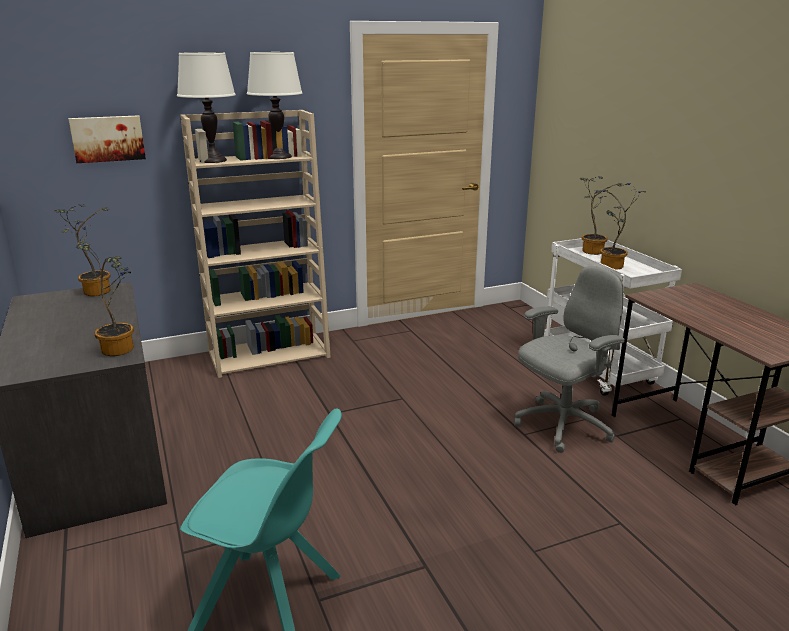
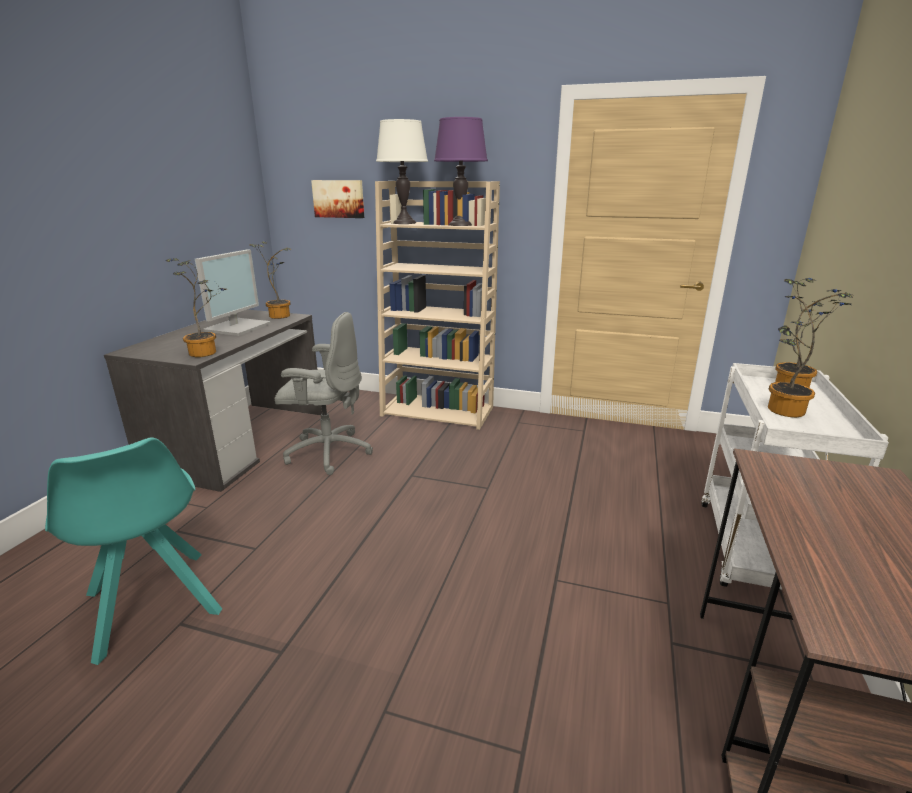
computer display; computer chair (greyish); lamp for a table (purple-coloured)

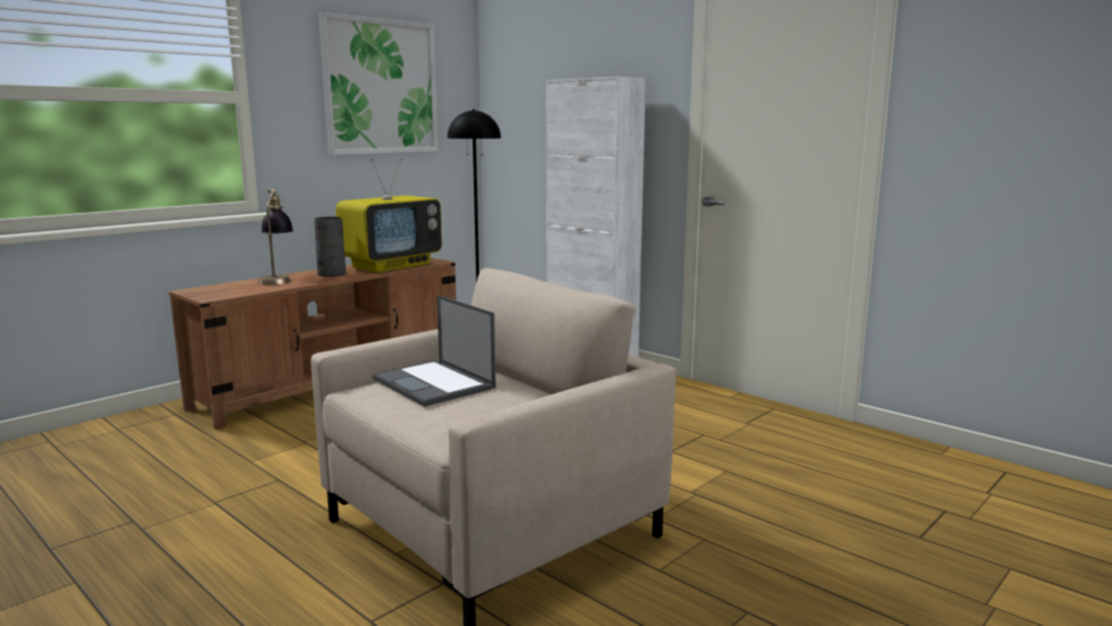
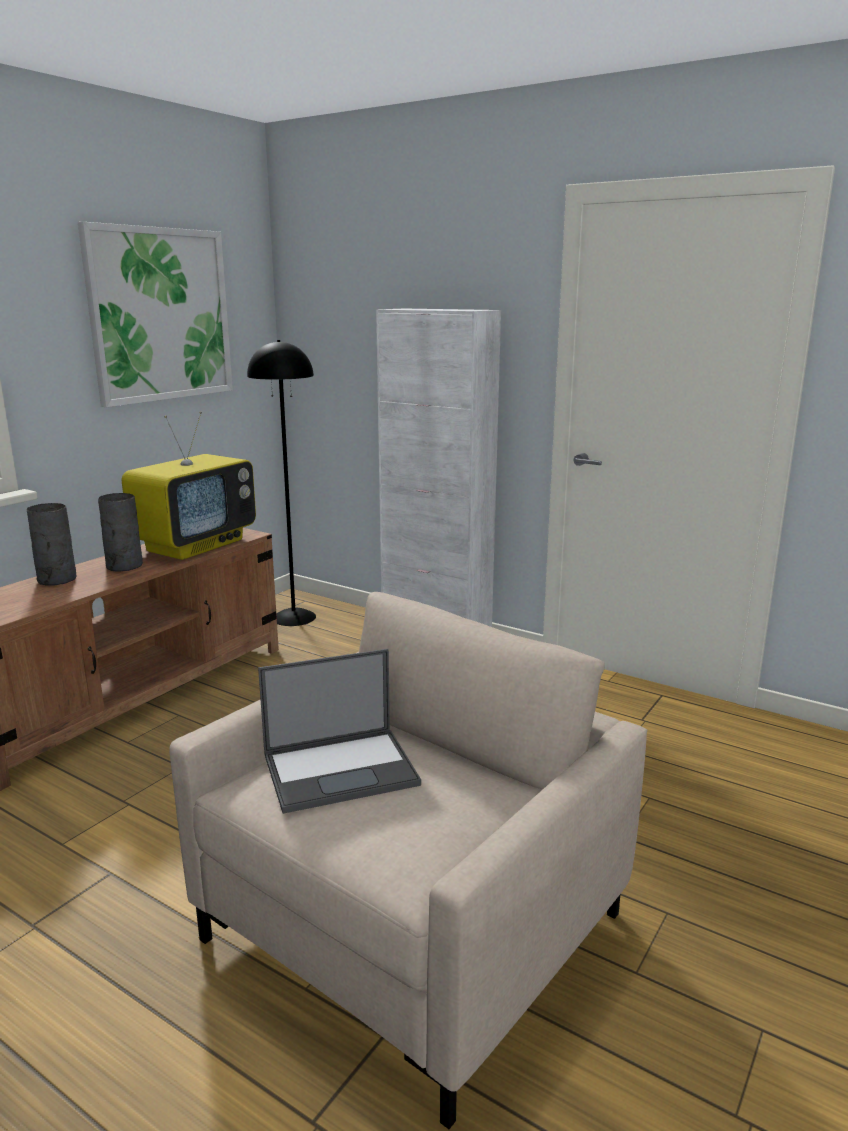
flower vase (greyish) (no. 1 from left); portable computer

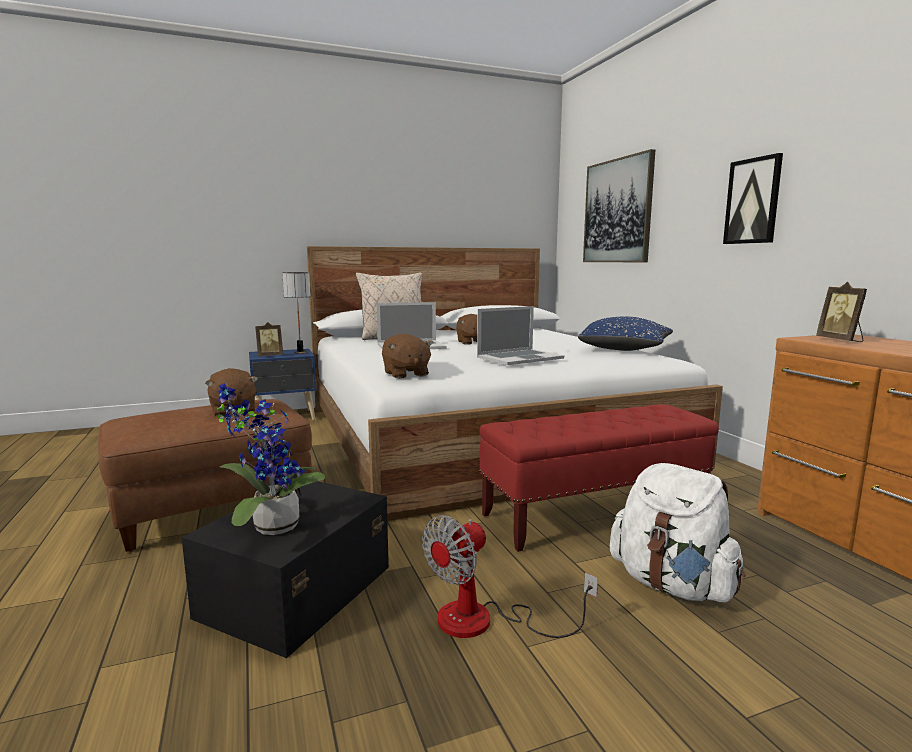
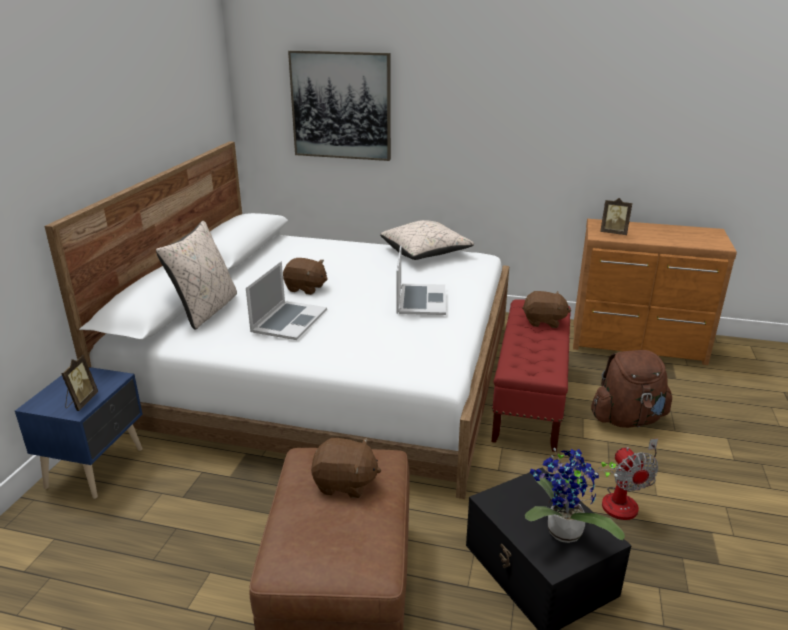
lamp for a table; picture (no. 2 from left in the first image); soft toy (brown) (no. 3 from left); throw pillow (sand-coloured) (no. 2 from left); rucksack (brown)

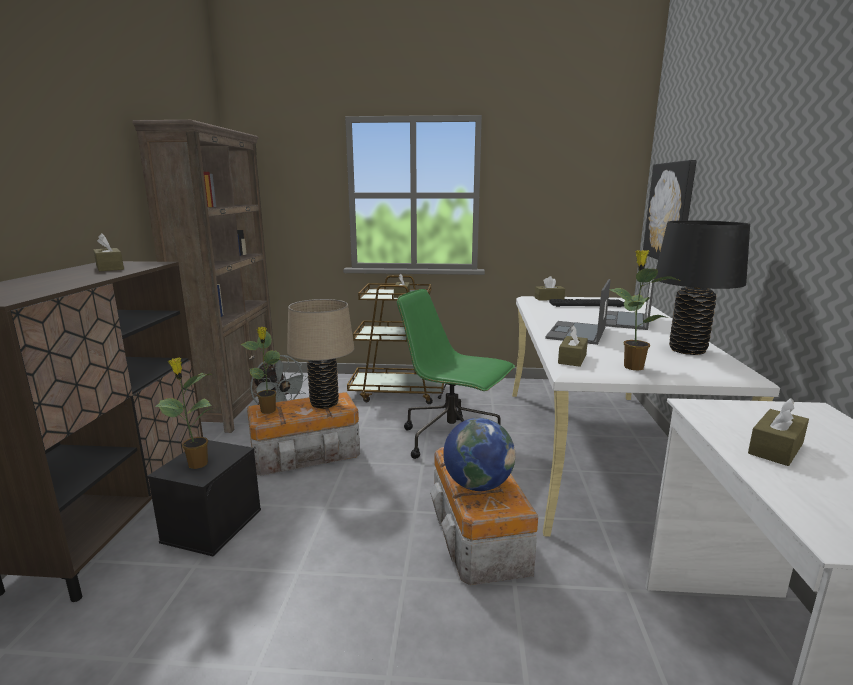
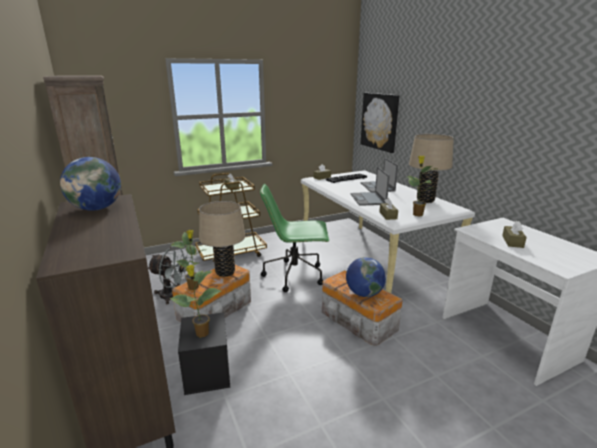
desk globe (no. 1 from left); lamp for a table (sand-coloured) (no. 2 from left)

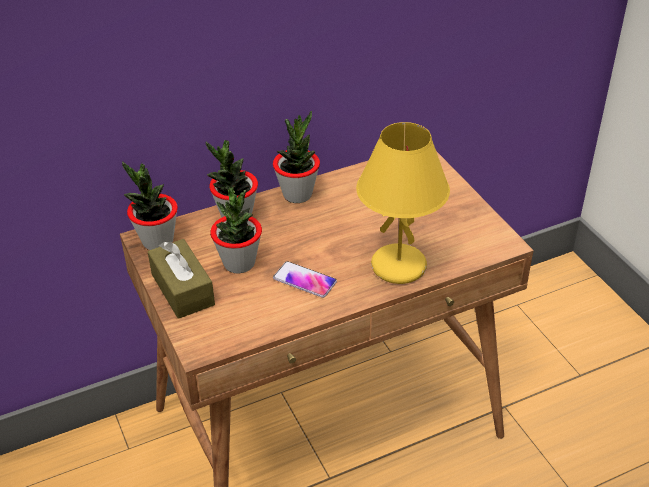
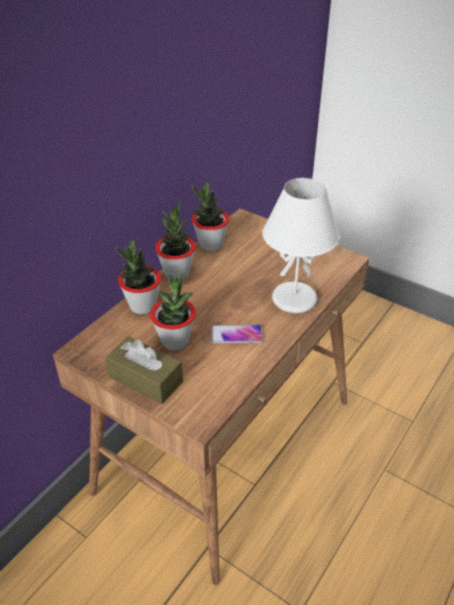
potted plant (no. 4 from left); lamp for a table (whitish)

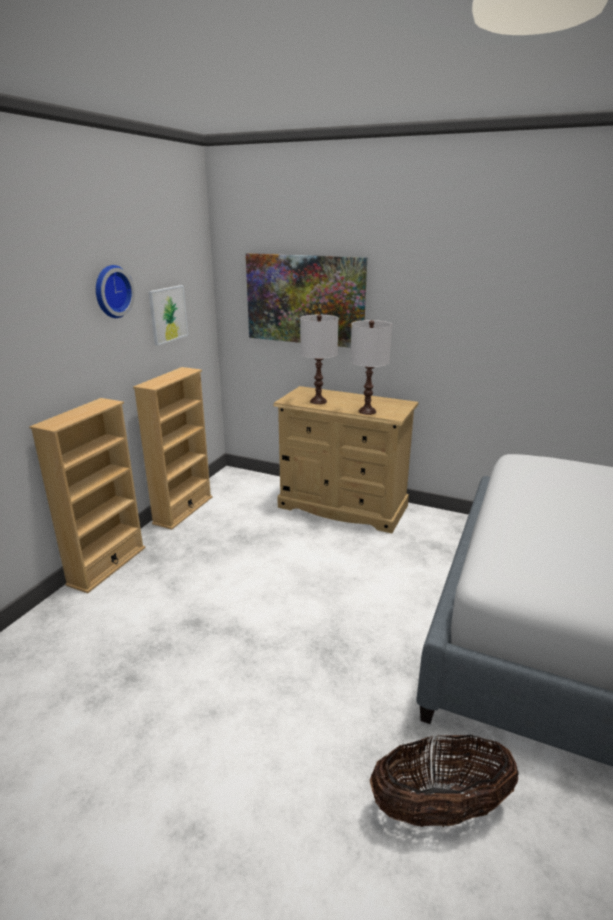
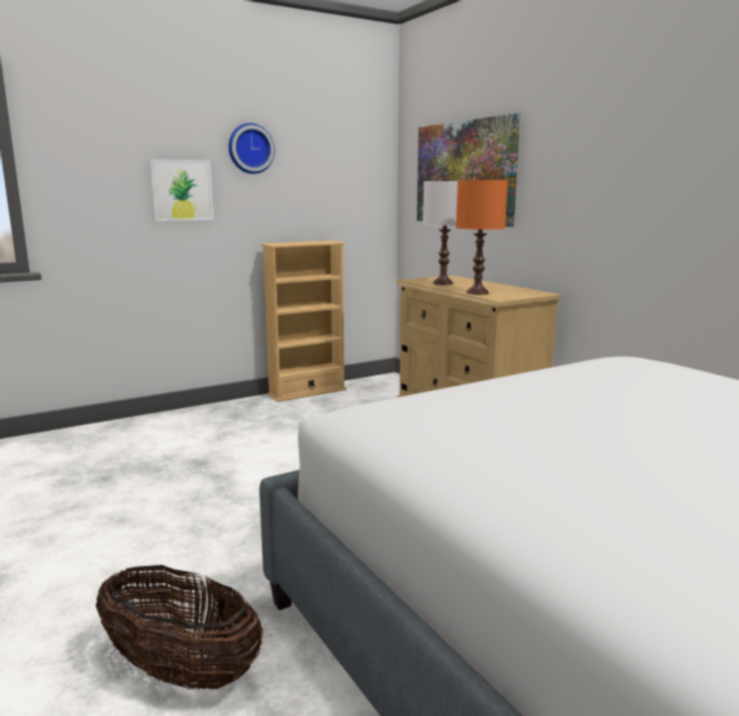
bookshelf (sand-coloured) (no. 1 from left in the first image); picture (no. 1 from left); lamp for a table (orangey)

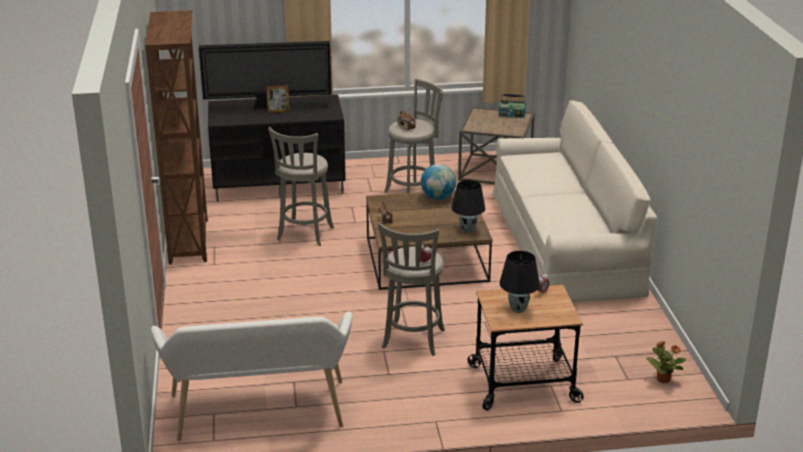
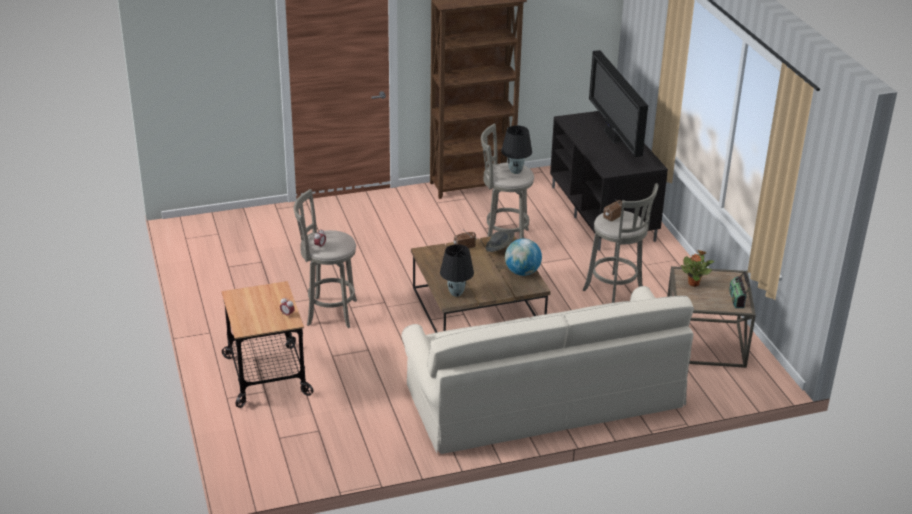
indoor bench (whitish); standing frame; clothing hat (greyish); lamp for a table (black-coloured) (no. 2 from left); potted plant

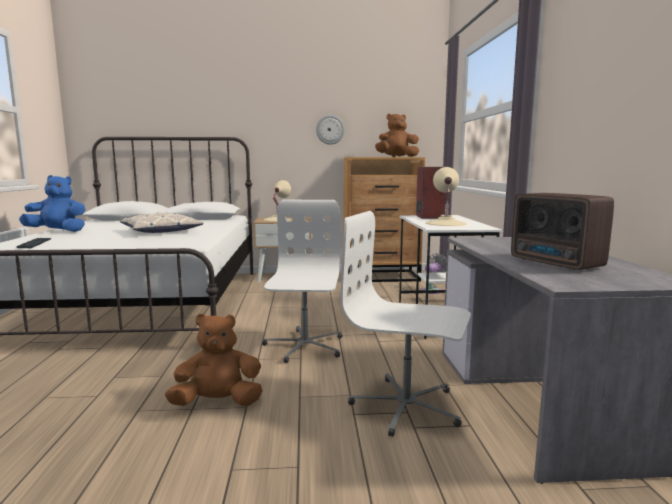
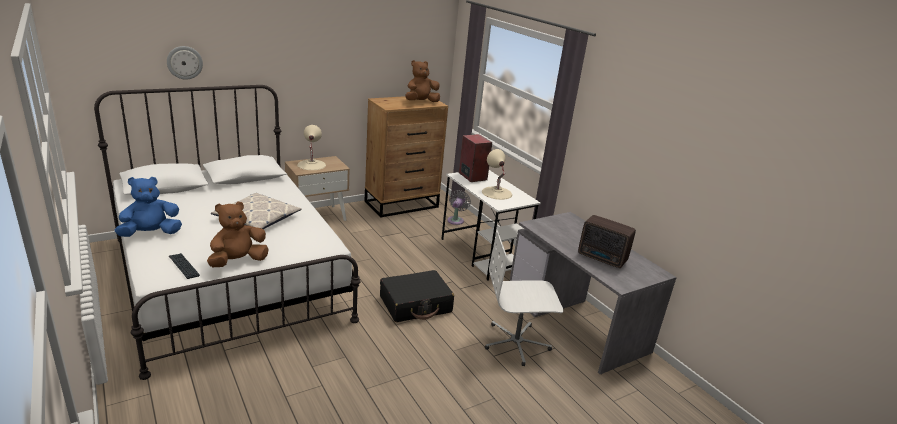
soft toy (brown) (no. 1 from left); wall clock; travel case (black-coloured)

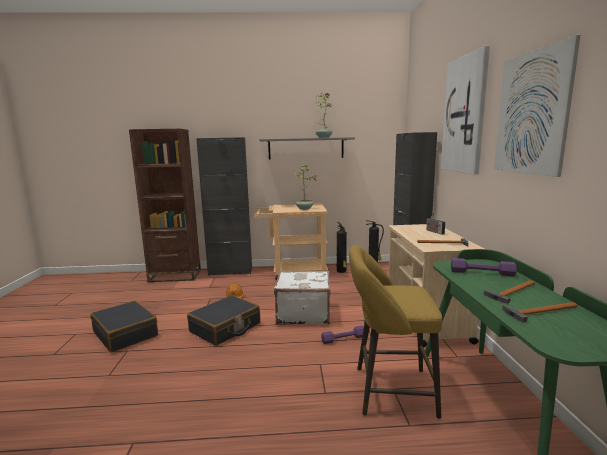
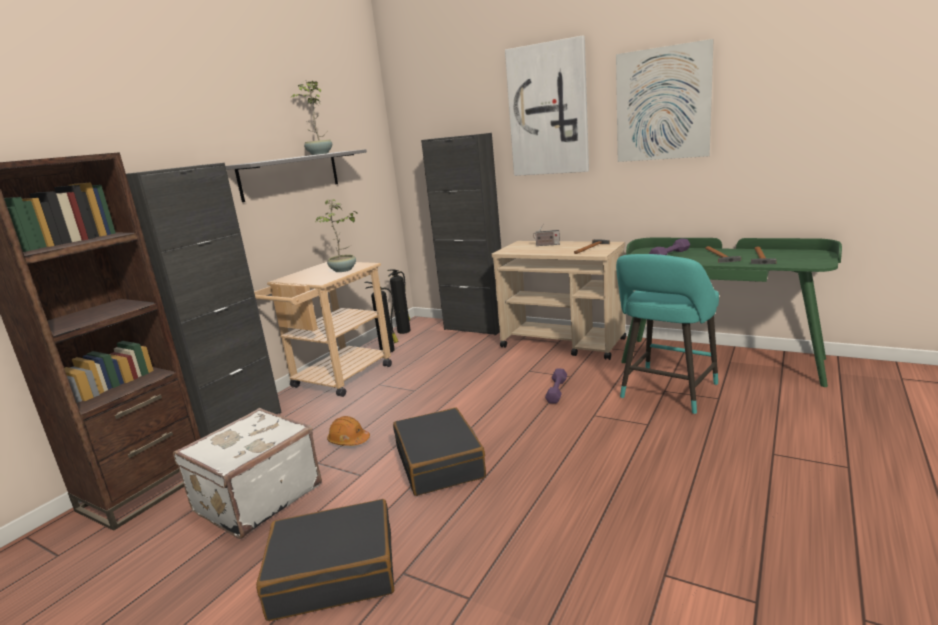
travel case (whitish); sitting stool (turquoise)

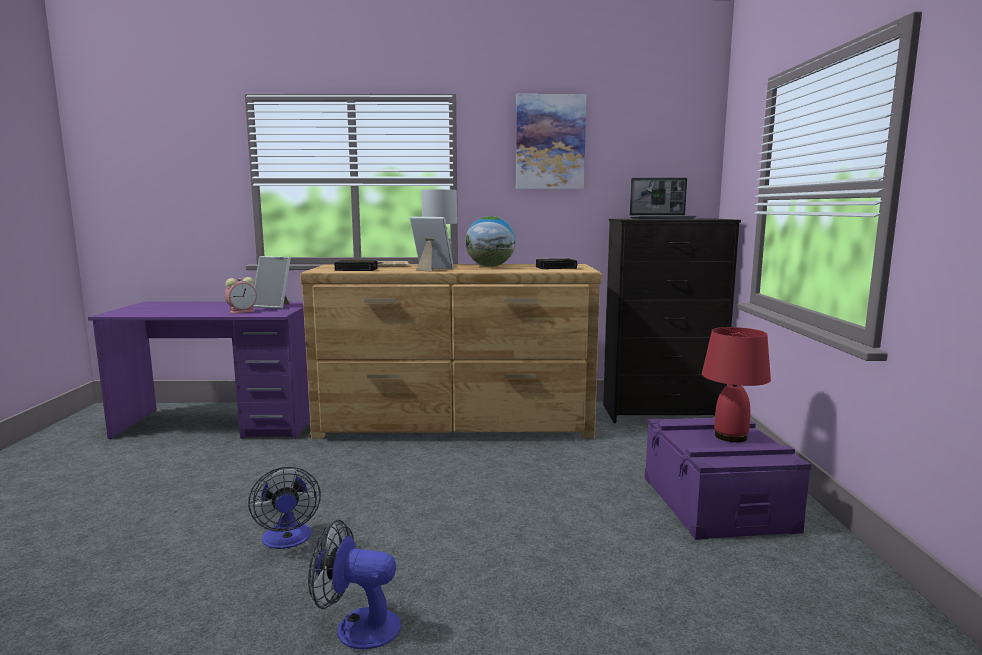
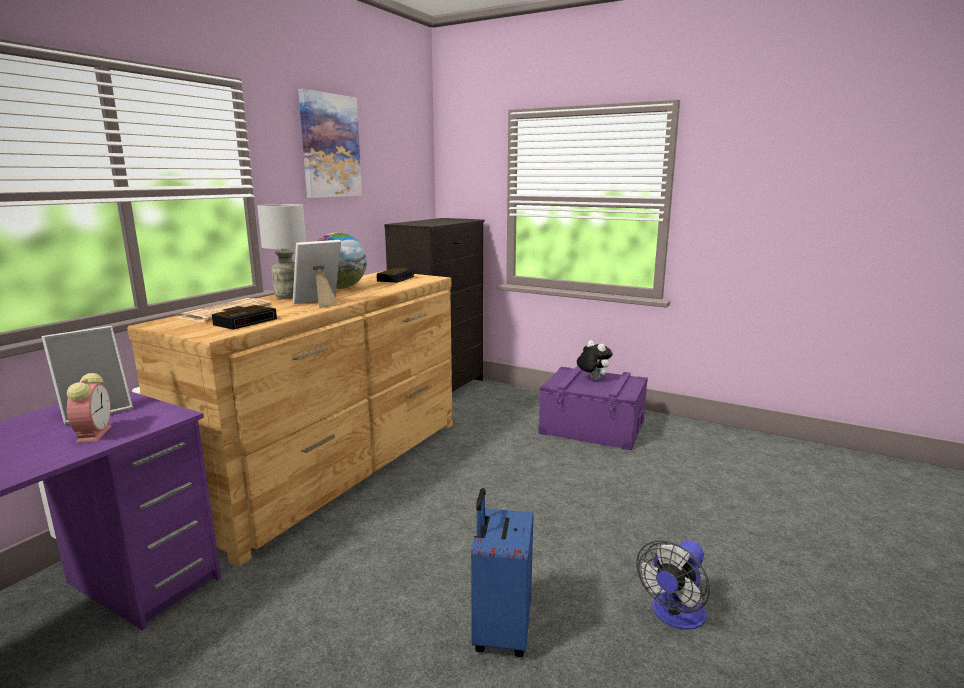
portable computer; travel case (blue-coloured); soft toy

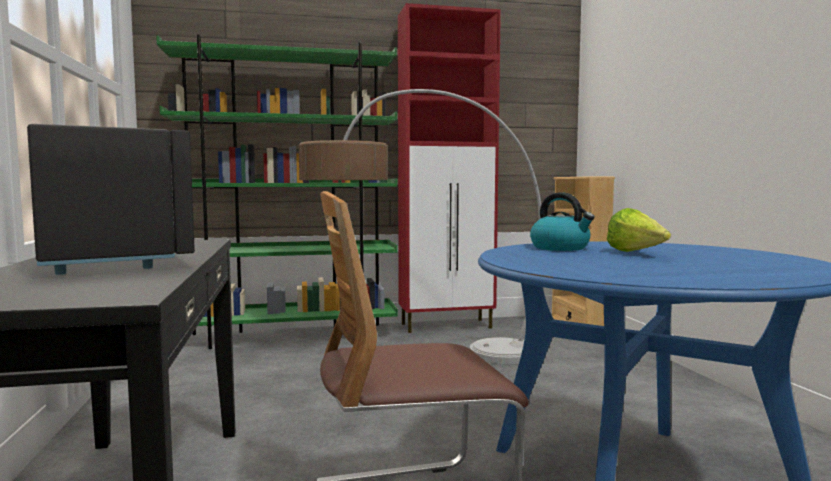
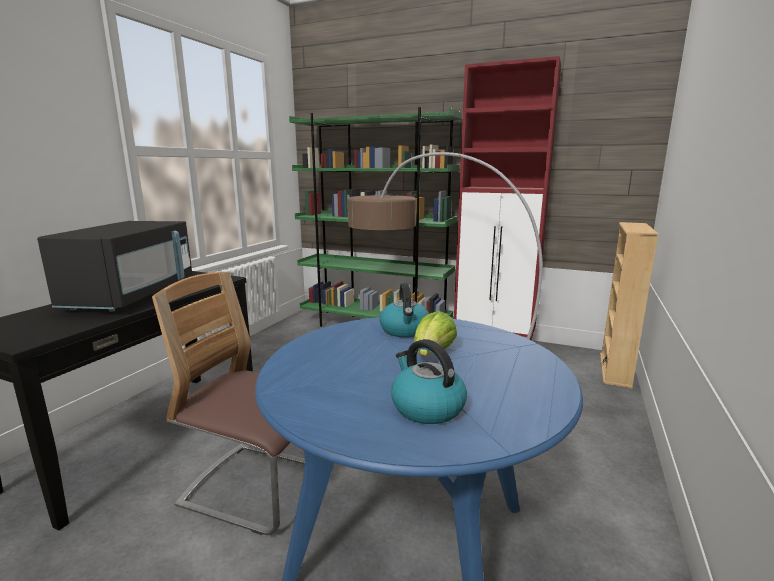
tea kettle (no. 2 from left)

